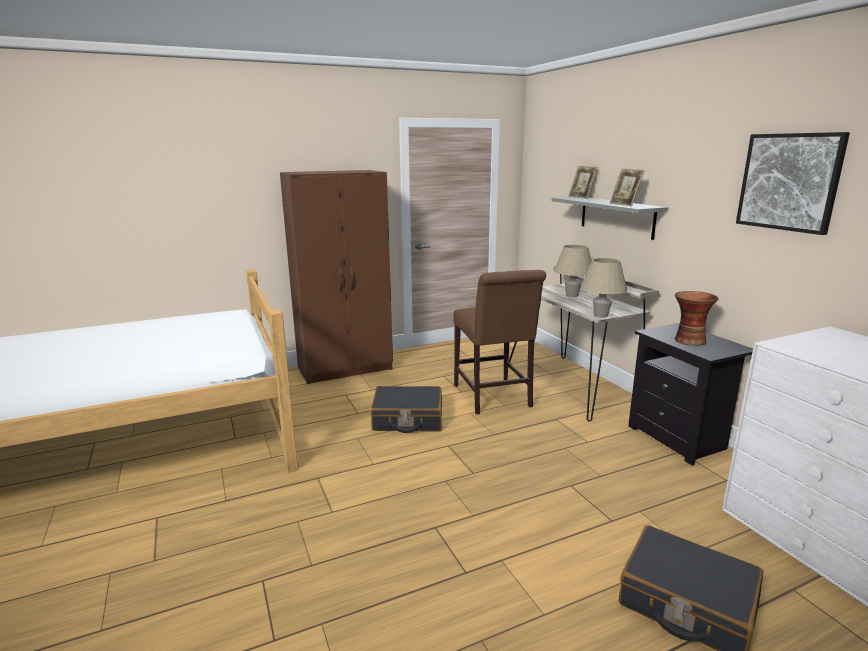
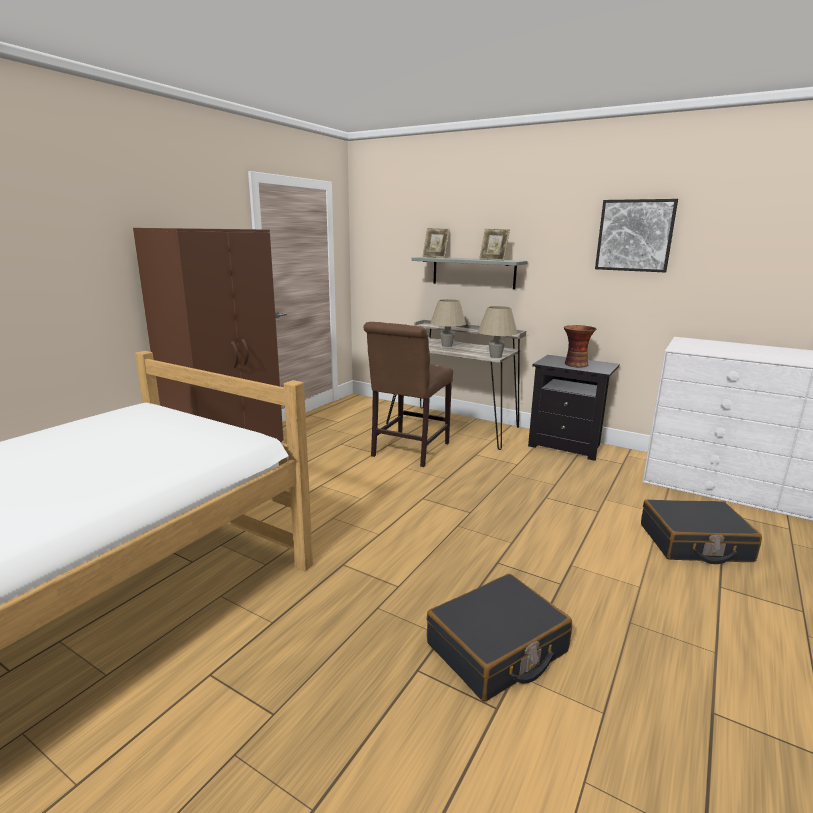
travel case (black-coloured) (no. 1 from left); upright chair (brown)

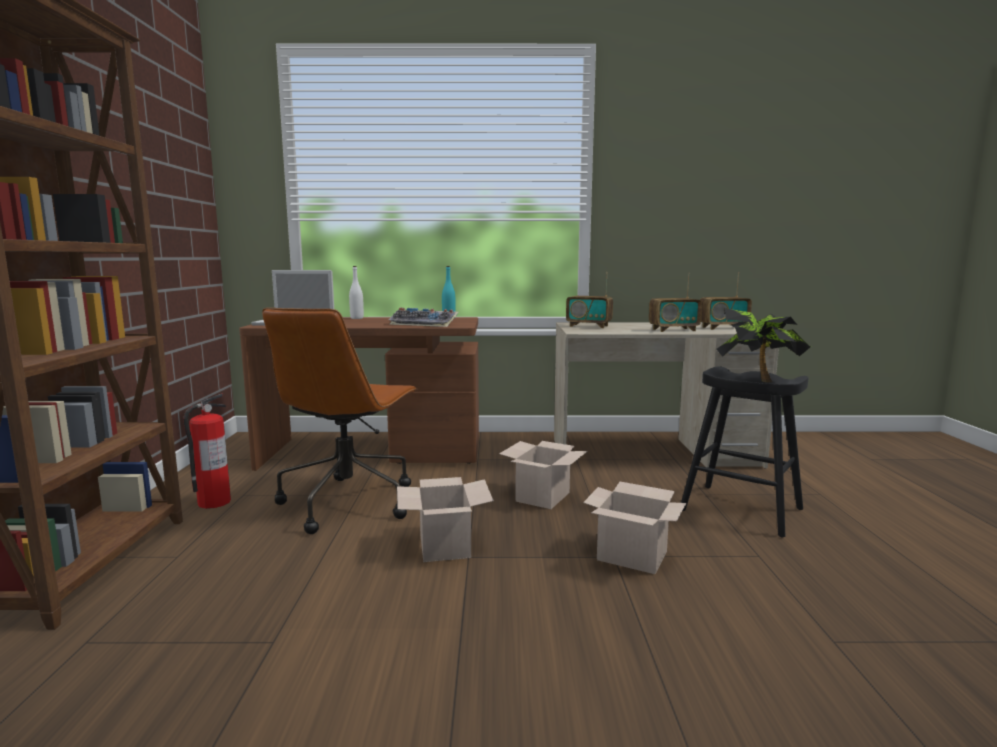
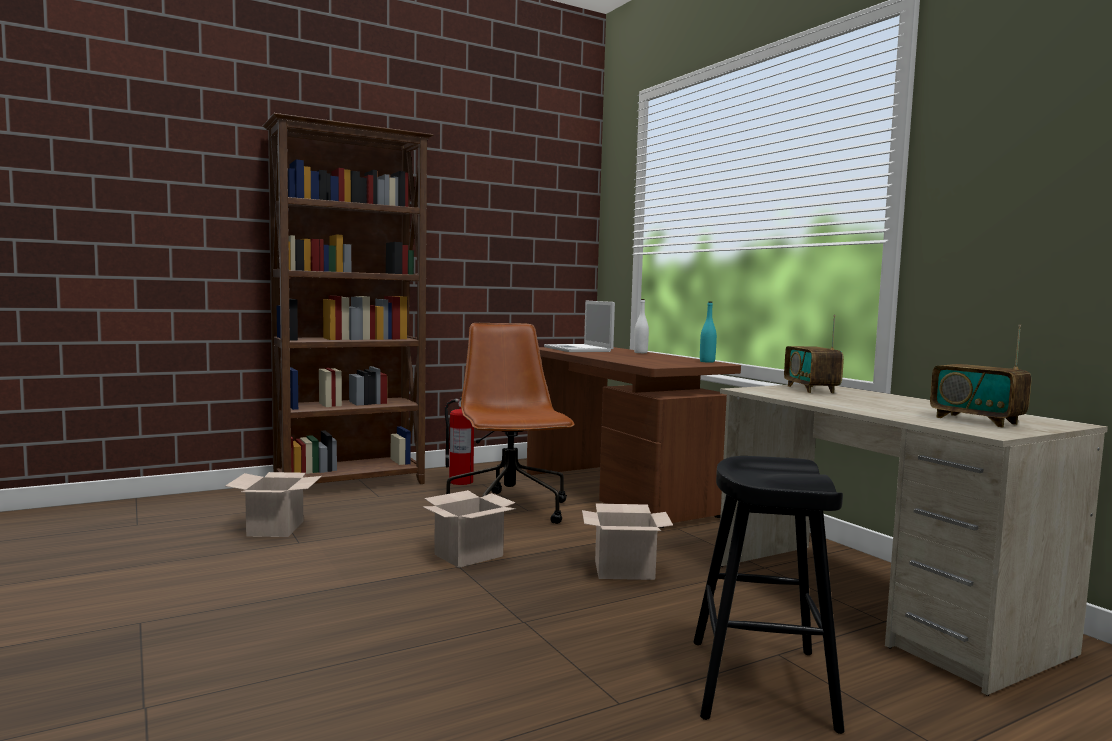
computer keyboard; radio (no. 2 from left in the first image); potted plant; packing box (no. 1 from left); computer chair (brown)

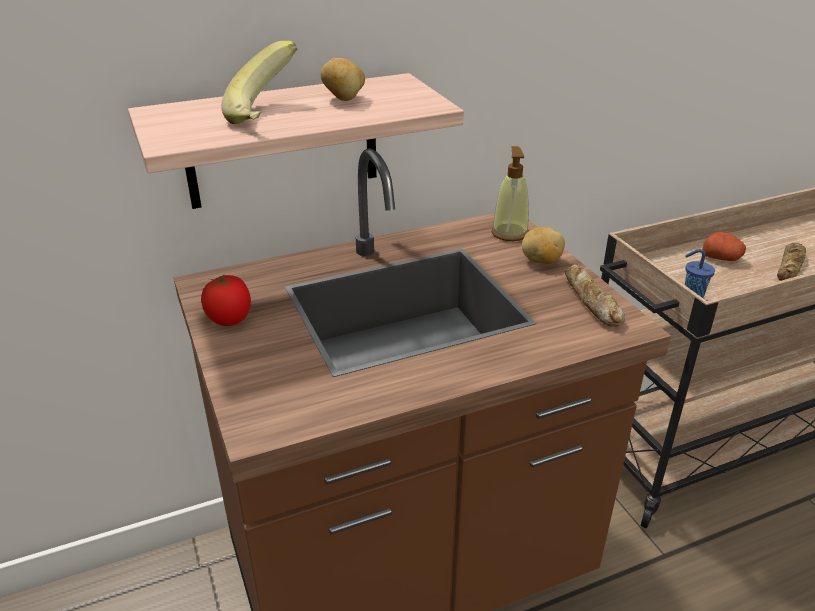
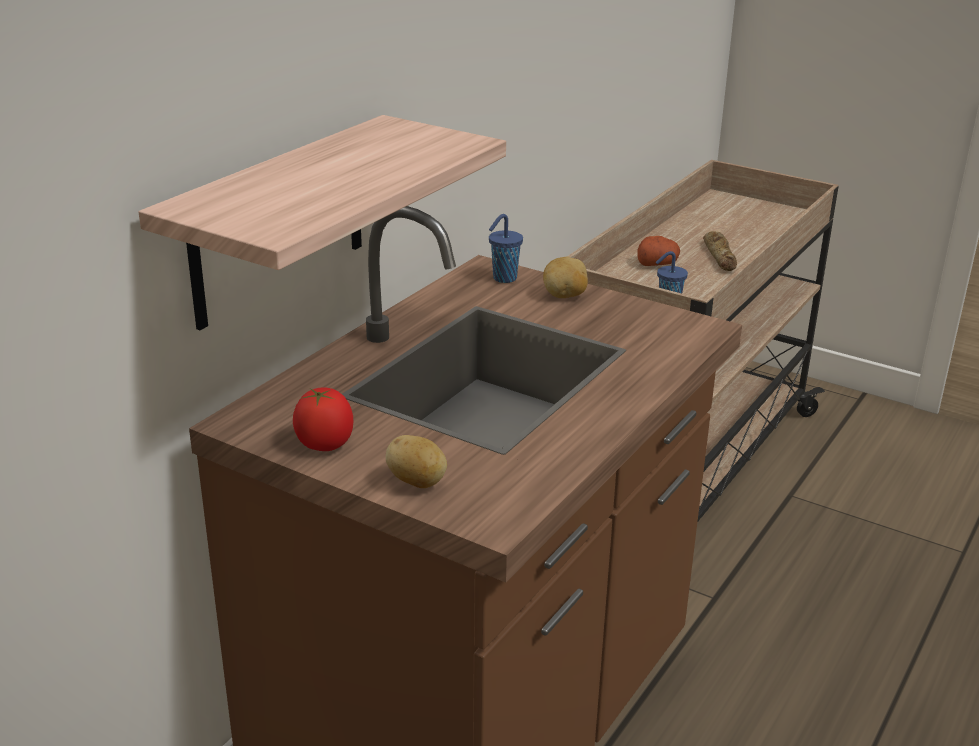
whole banana; baked bread (no. 1 from left in the first image); whole potato (no. 1 from left); cup (blue-coloured) (no. 1 from left)

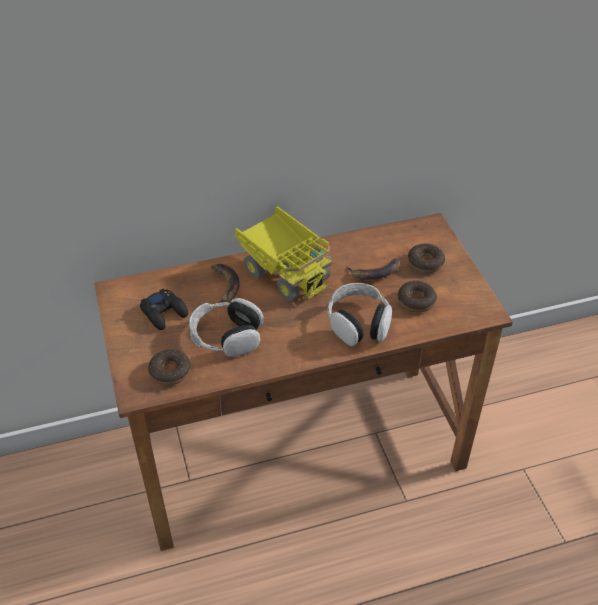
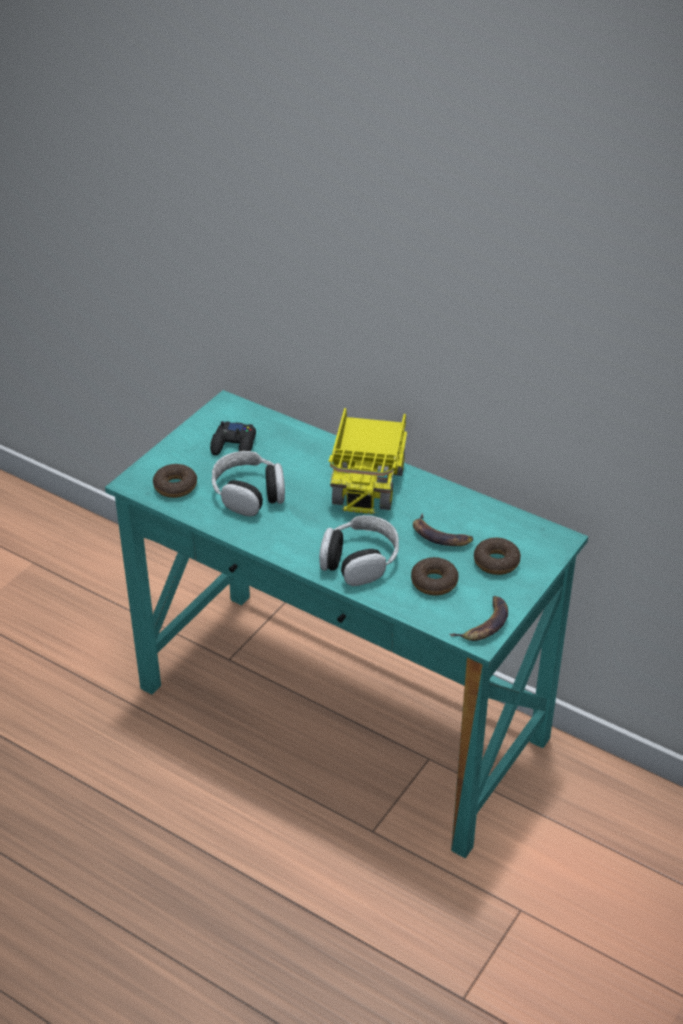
whole banana (no. 2 from left); desk (turquoise)

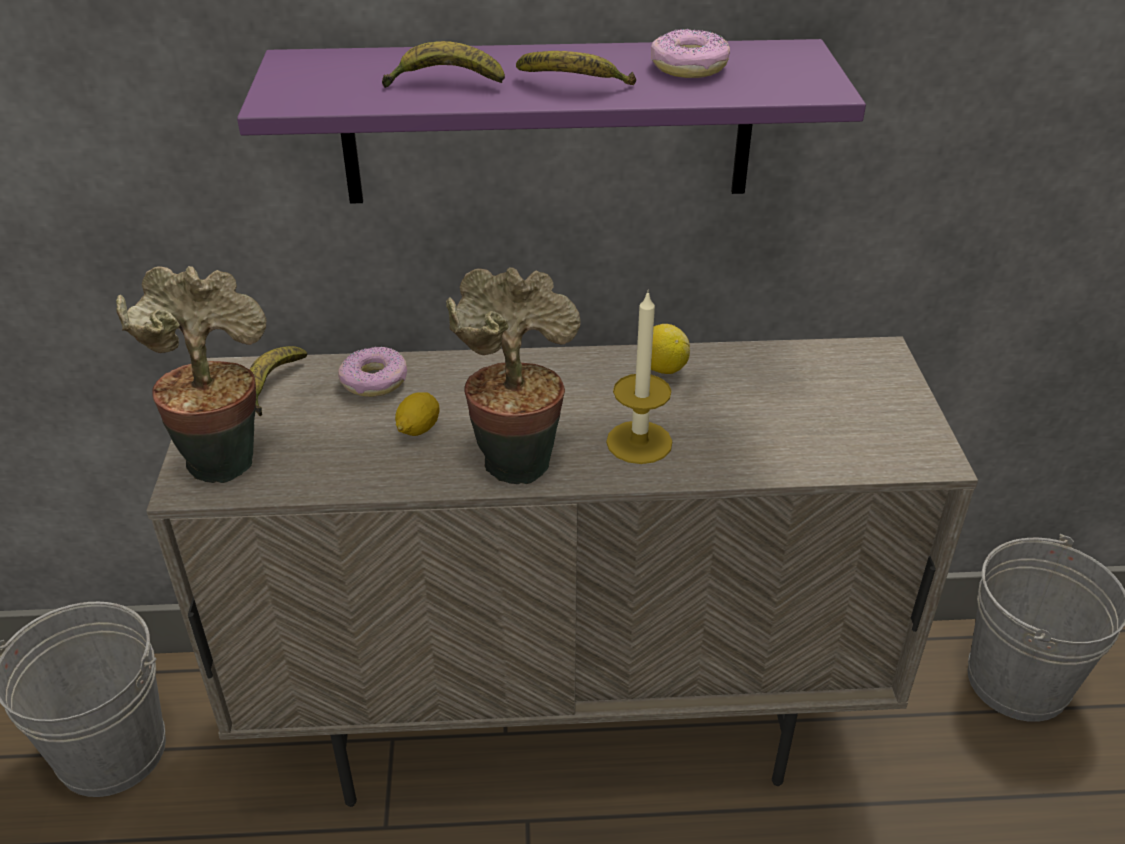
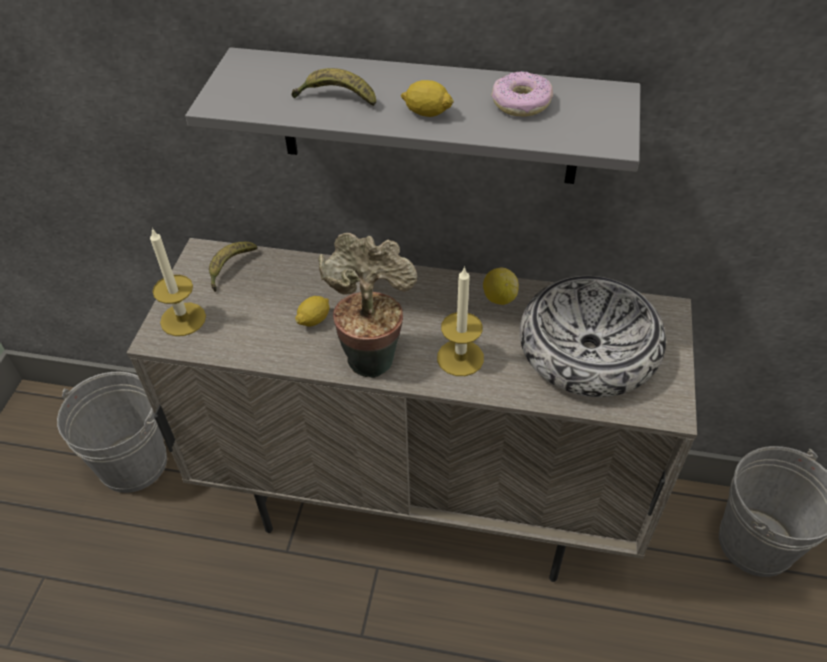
doughnut (no. 1 from left in the first image); serving bowl; wax candle (no. 1 from left); lemon (no. 2 from left); wall shelf (greyish)

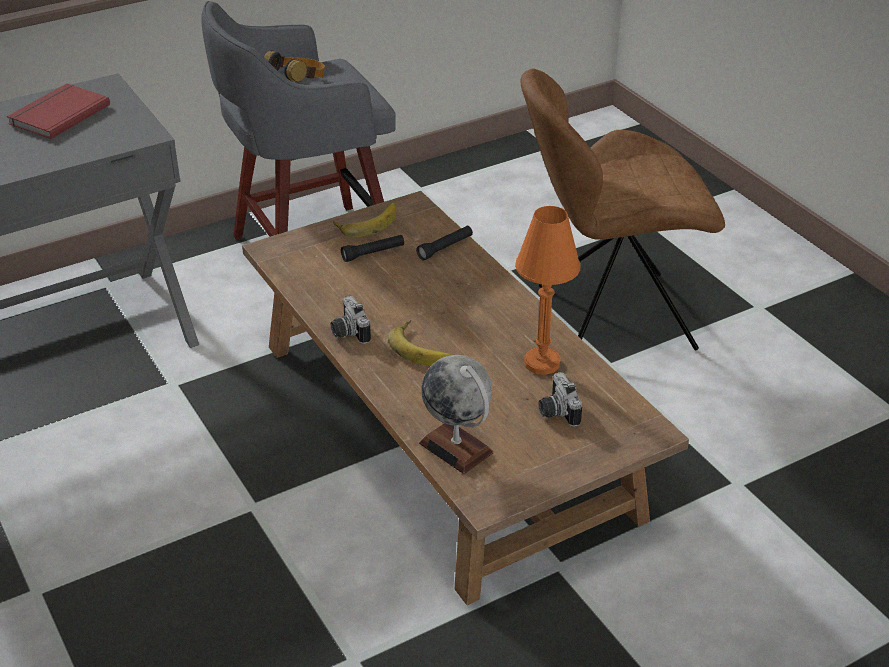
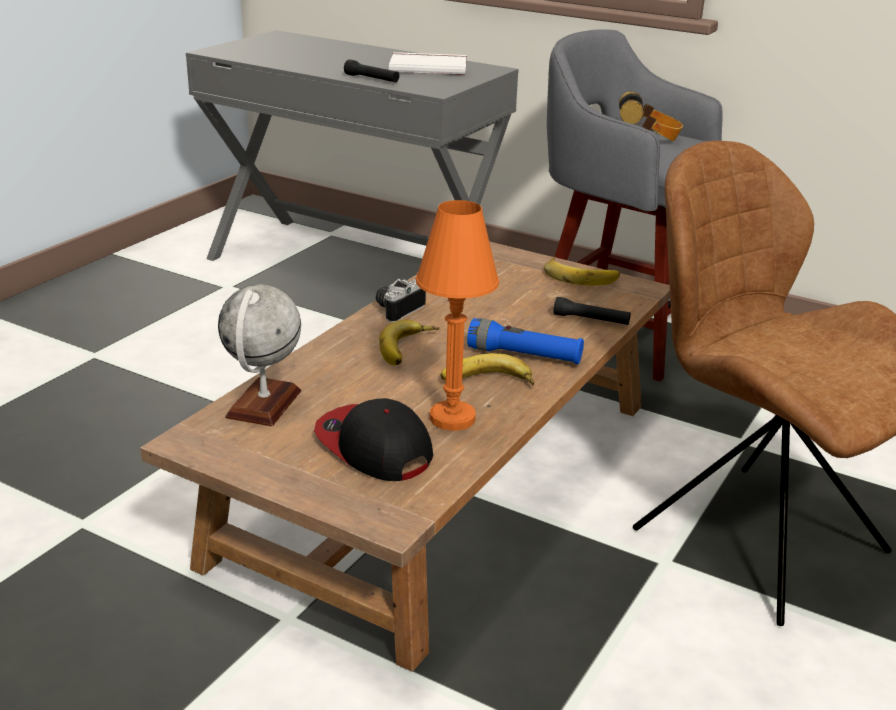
whole banana (no. 2 from left); flashlight (blue-coloured); flashlight (black-coloured) (no. 1 from left); baseball cap; bound book (whitish)

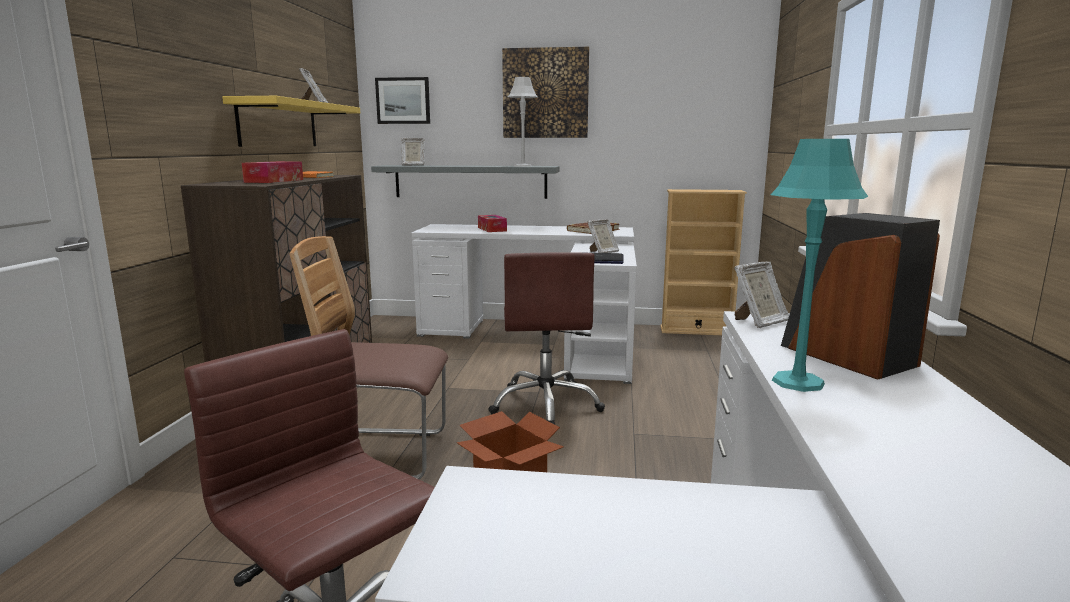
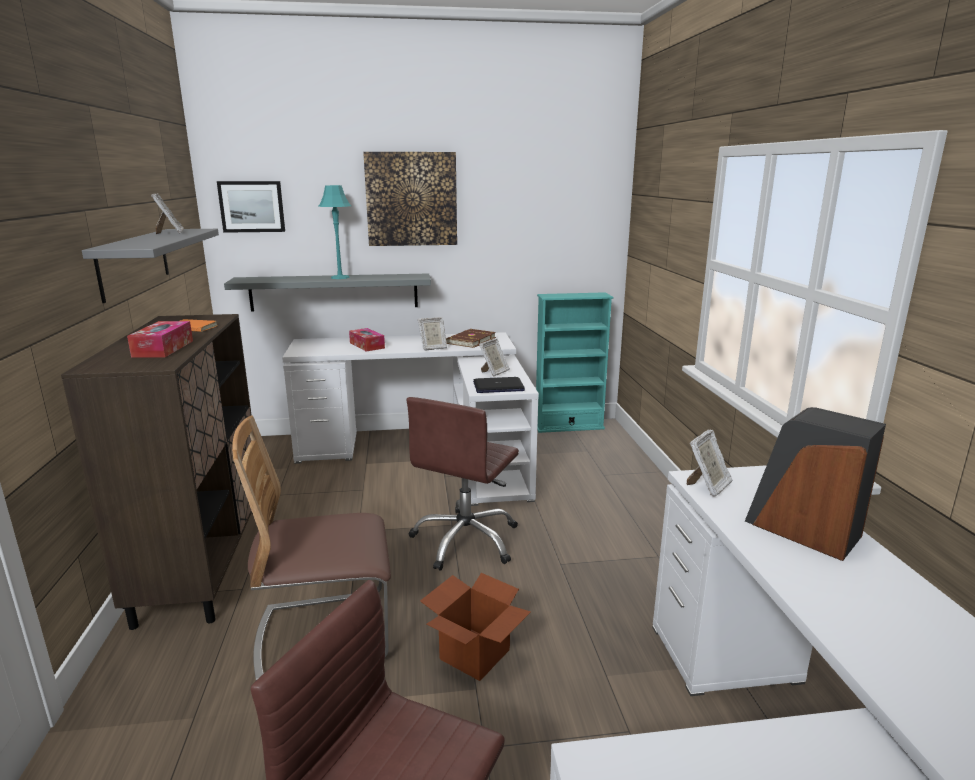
lamp for a table (greyish); standing frame (no. 2 from left); lamp for a table (turquoise); wall shelf (greyish) (no. 1 from left); bookshelf (turquoise); computer chair (brown) (no. 2 from left)

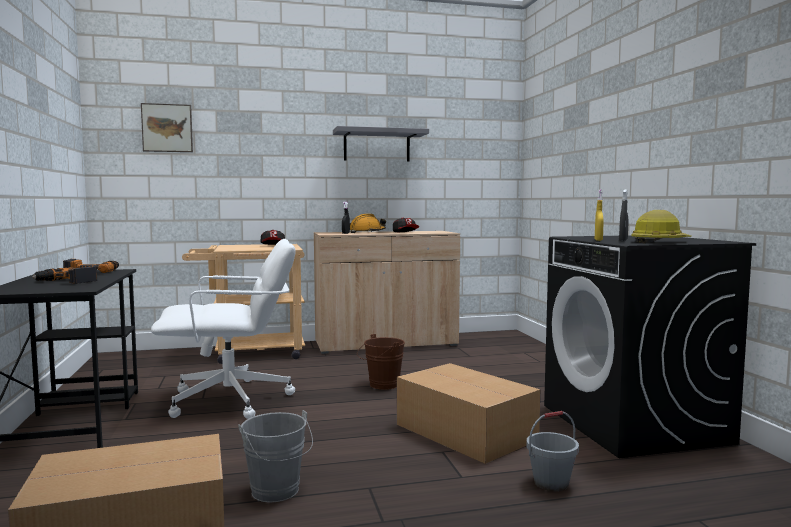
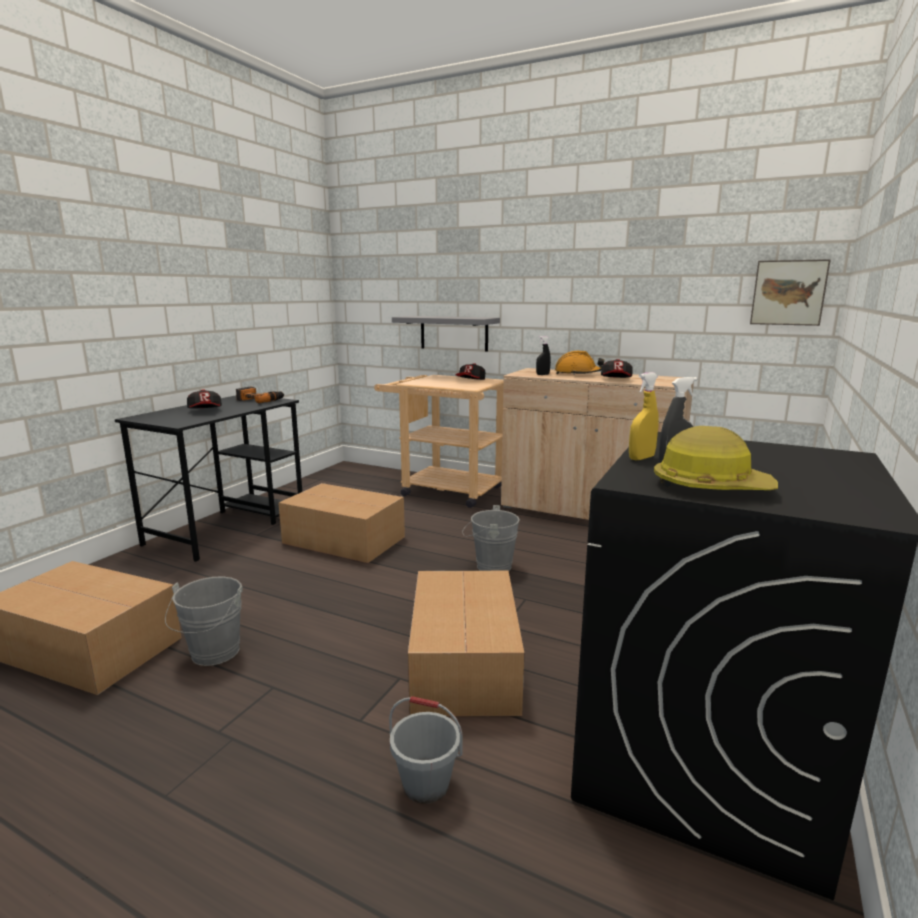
picture; wall shelf (greyish); baseball cap (no. 1 from left); packing box (no. 2 from left); water bucket (greyish) (no. 3 from left)

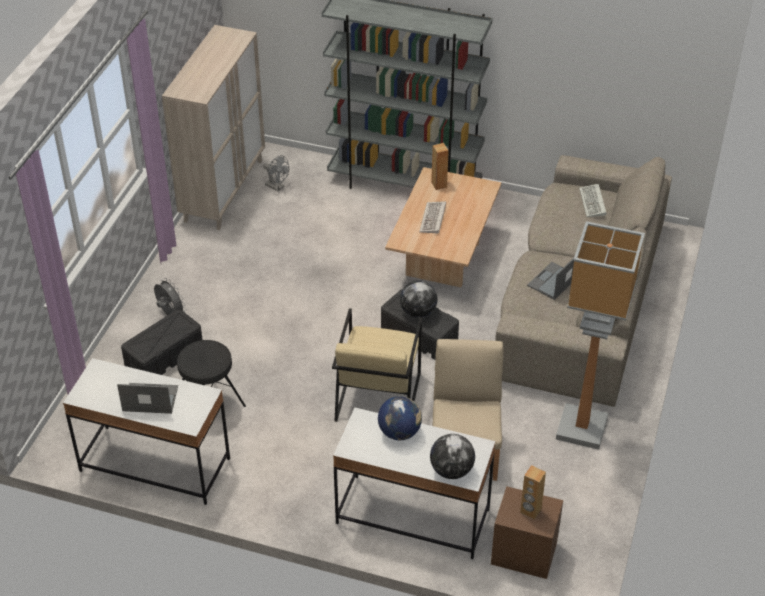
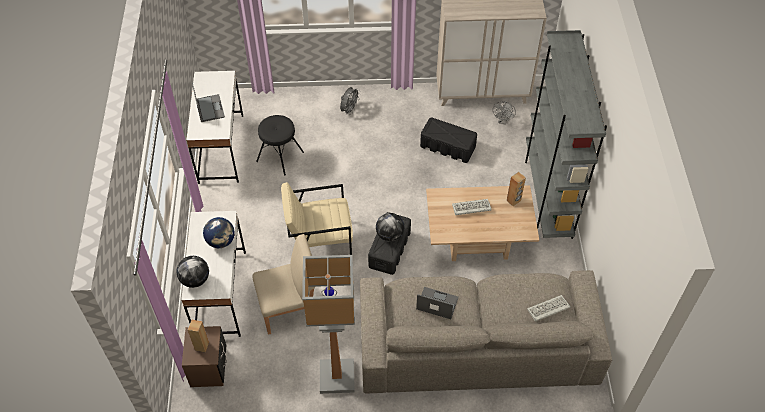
storage container (black-coloured) (no. 2 from left)

